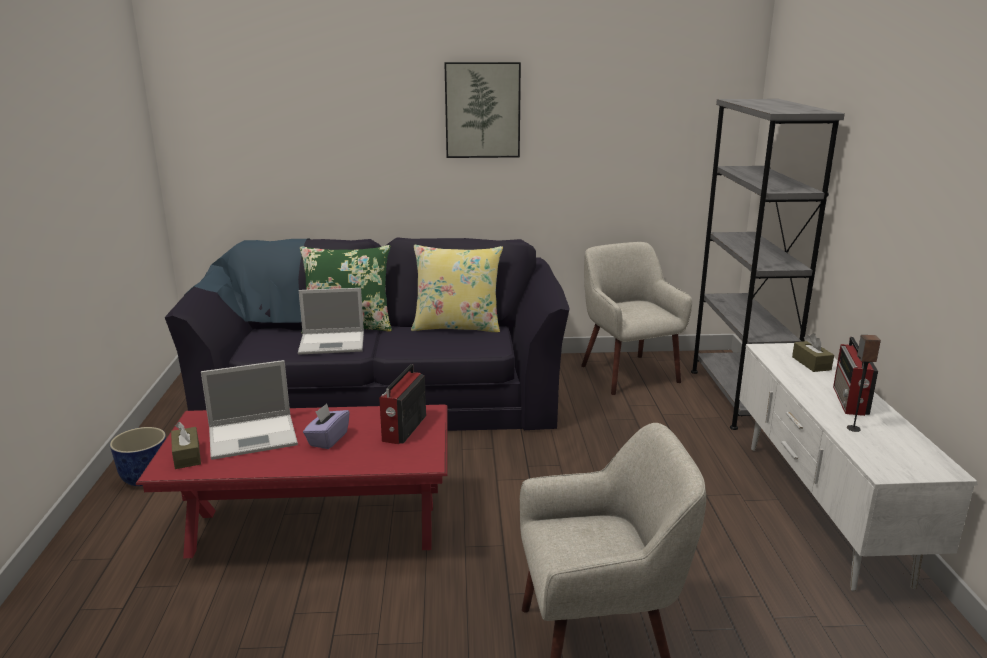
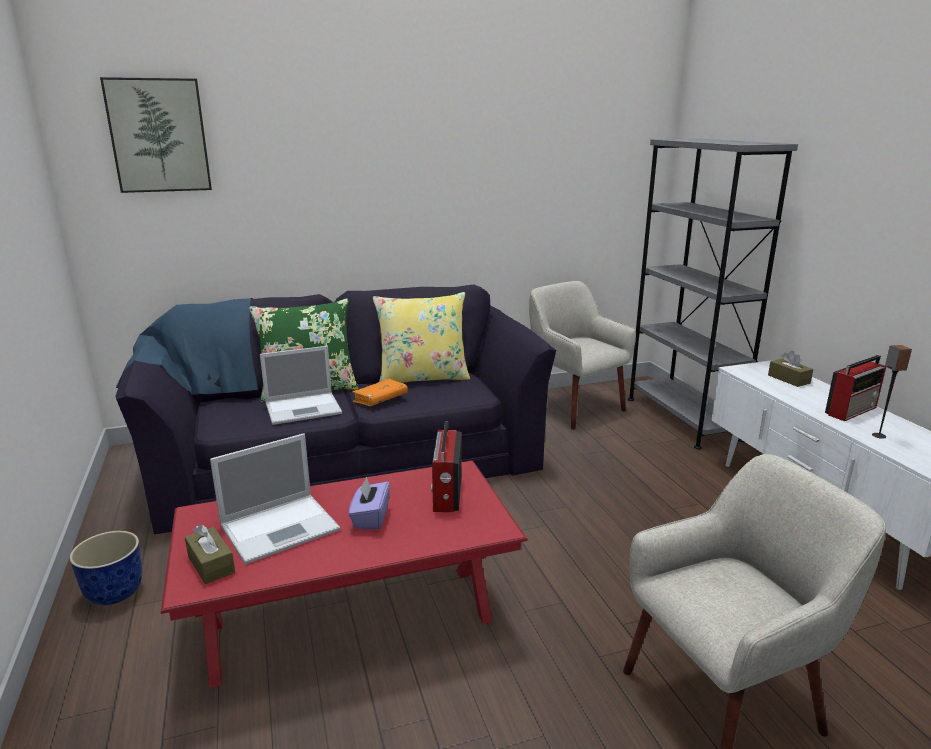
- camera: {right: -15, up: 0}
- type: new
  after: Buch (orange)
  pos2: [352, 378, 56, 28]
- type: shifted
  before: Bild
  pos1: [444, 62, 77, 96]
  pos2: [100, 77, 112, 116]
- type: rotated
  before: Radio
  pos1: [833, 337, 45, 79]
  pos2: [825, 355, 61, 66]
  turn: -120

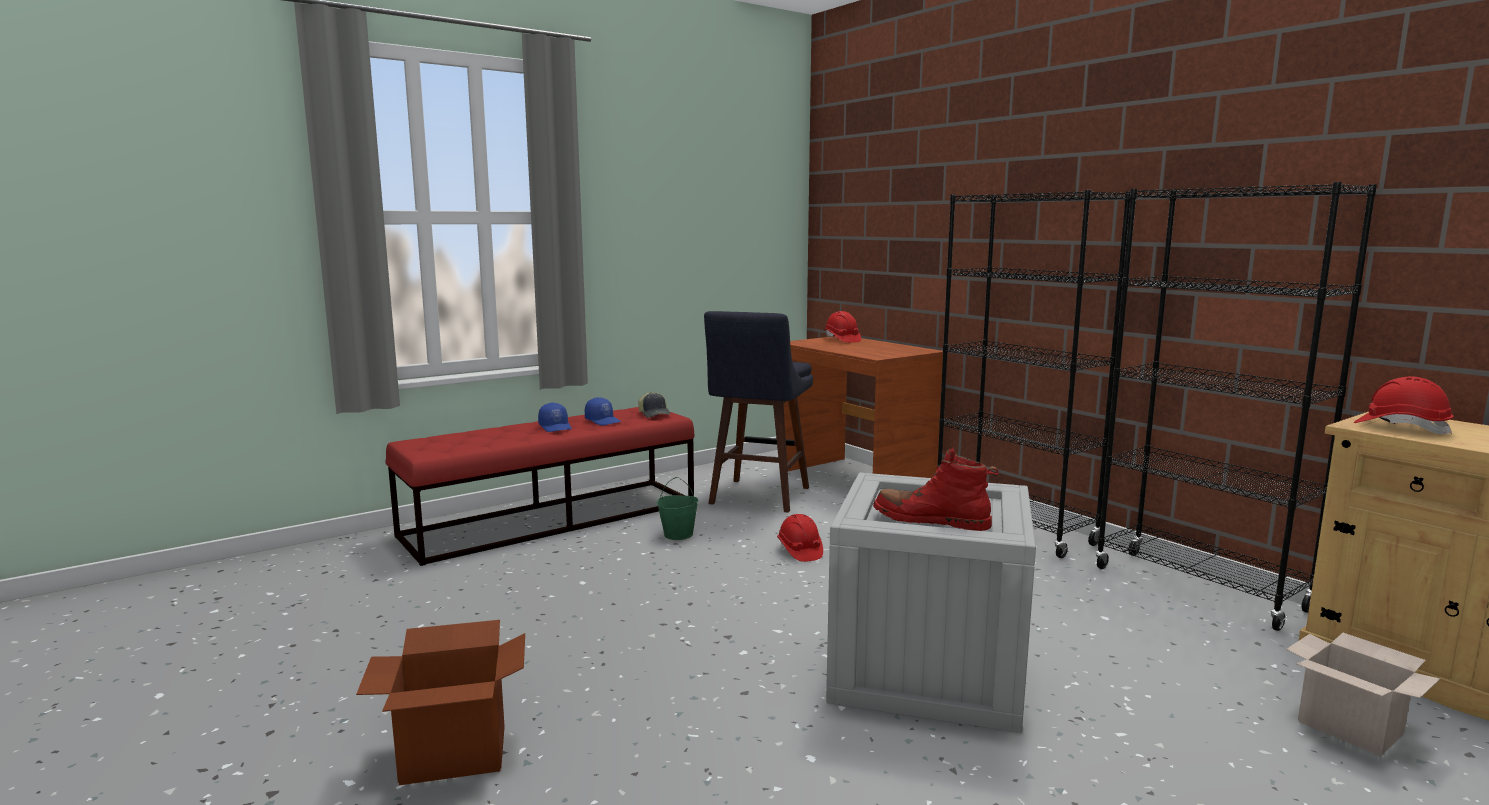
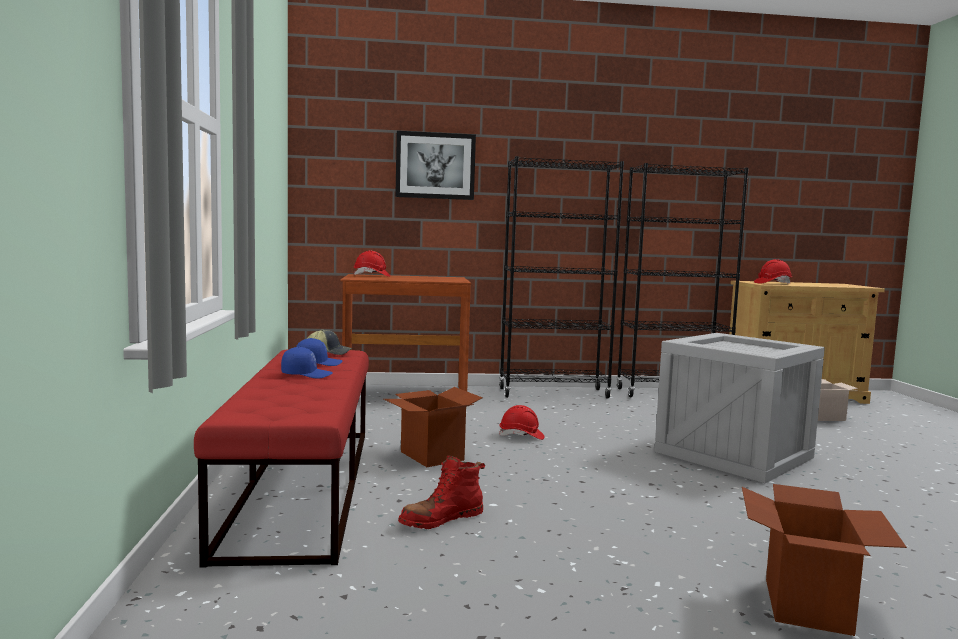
- camera: {right: -60, up: -5}
- type: gone
  before: Hocker (blau)
  pos1: [704, 311, 109, 202]
- type: new
  after: Bild
  pos2: [395, 131, 81, 69]
- type: shifted
  before: Stiefel (rot)
  pos1: [873, 447, 126, 84]
  pos2: [398, 455, 87, 74]
- type: swapped
  before: Eimer (grün)
  after: Karton
  pos1: [657, 477, 42, 63]
  pos2: [384, 387, 99, 80]

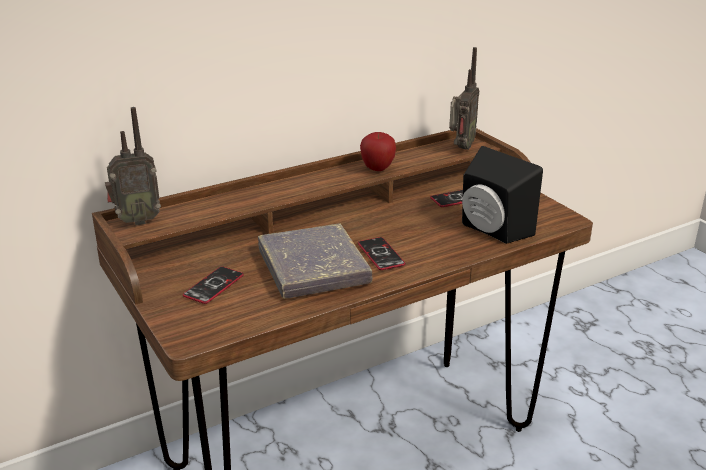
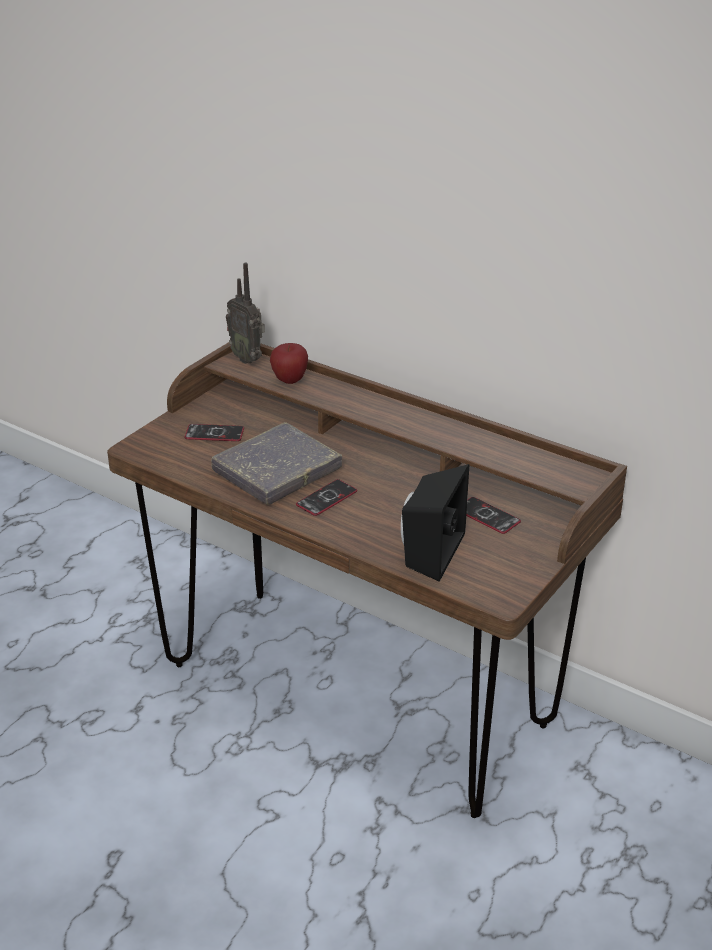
- camera: {right: 65, up: 5}
- type: gone
  before: Radio
  pos1: [449, 47, 30, 103]
- type: shifted
  before: Apfel
  pos1: [360, 132, 36, 39]
  pos2: [270, 343, 38, 41]

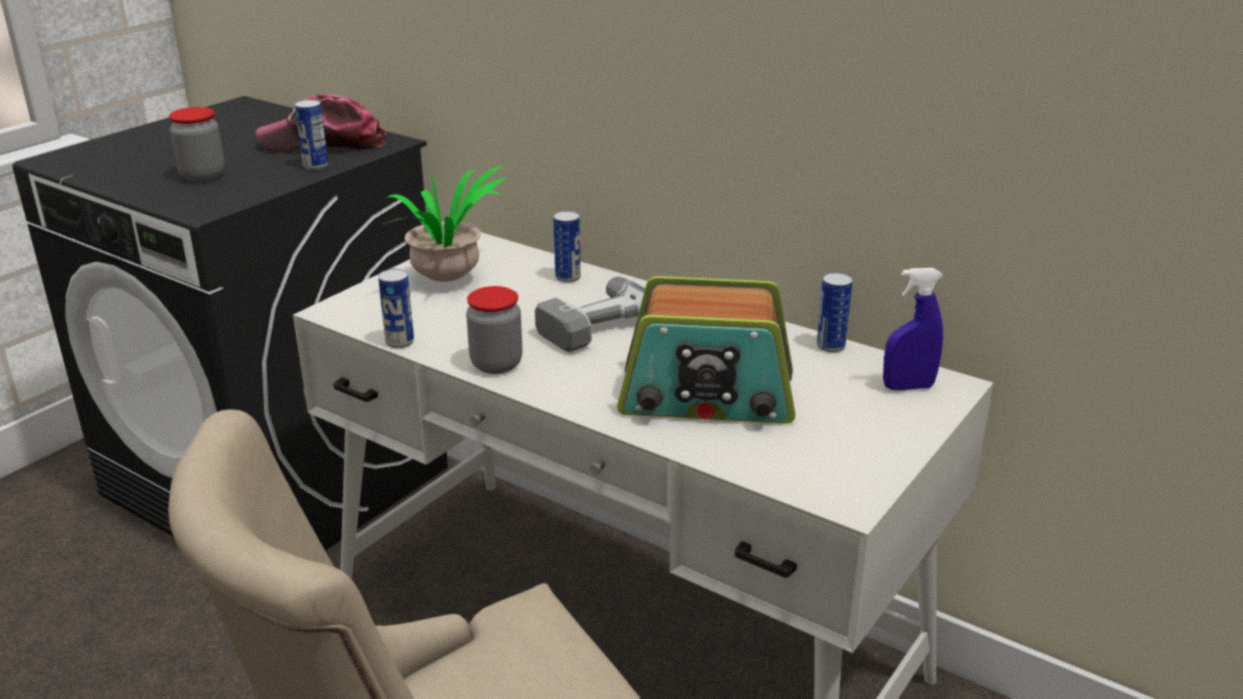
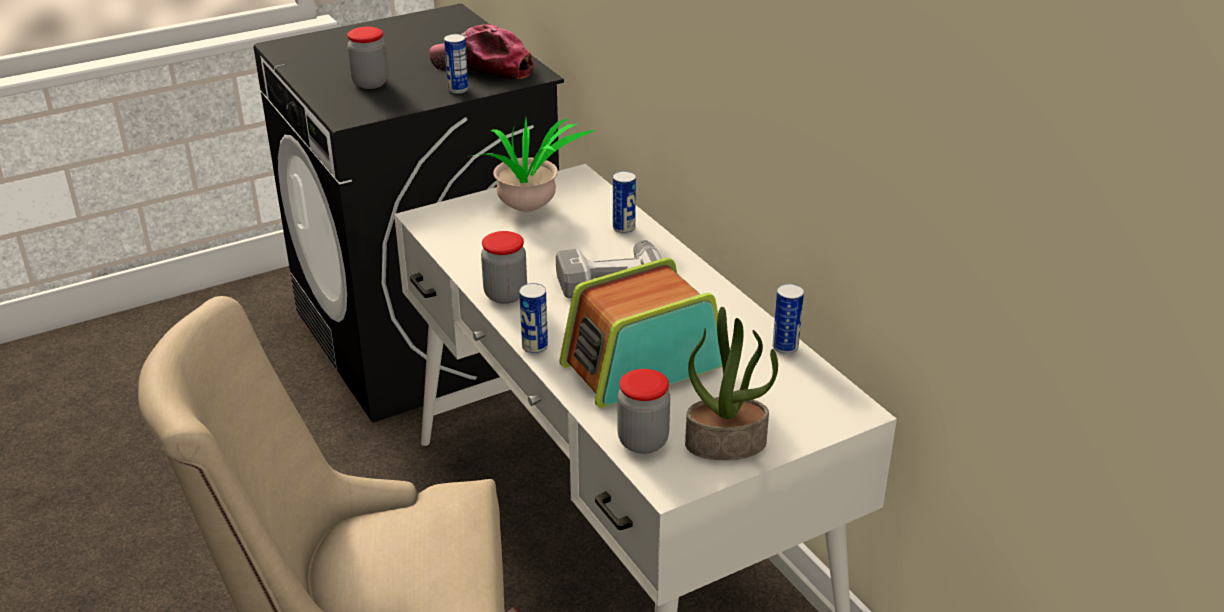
- camera: {right: 25, up: 5}
- type: gone
  before: Sprühflasche (blau)
  pos1: [883, 268, 60, 122]
- type: new
  after: Vorratsglas
  pos2: [618, 369, 52, 85]
- type: new
  after: Topfpflanze
  pos2: [685, 307, 93, 153]
- type: shifted
  before: Dose
  pos1: [378, 269, 36, 79]
  pos2: [519, 283, 29, 71]
- type: rotated
  before: Radio
  pos1: [617, 276, 178, 148]
  pos2: [559, 258, 163, 150]
  turn: 120

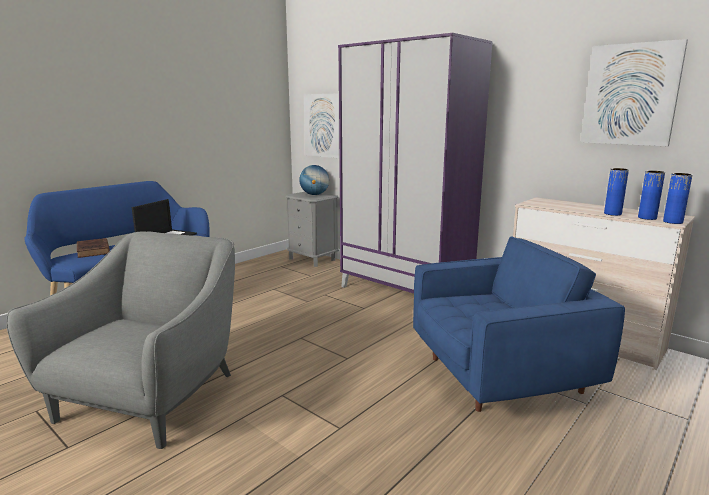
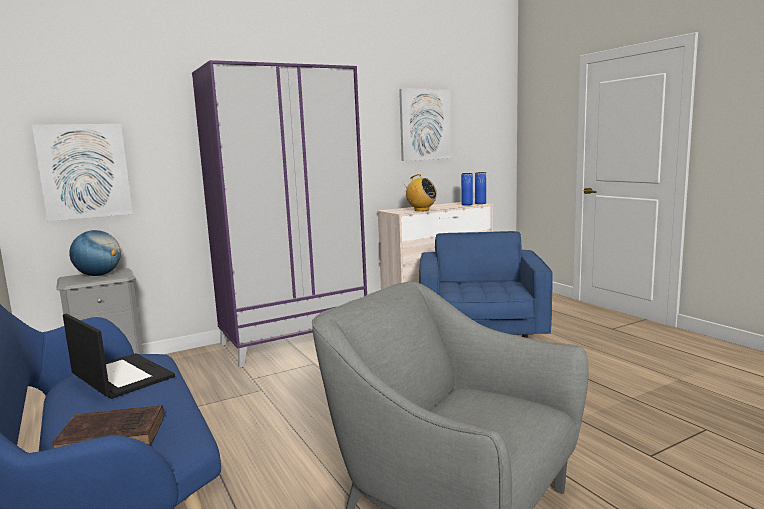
- camera: {right: -70, up: -5}
- type: gone
  before: Vase (blau)
  pos1: [604, 168, 25, 48]
- type: new
  after: Radio
  pos2: [404, 174, 33, 37]

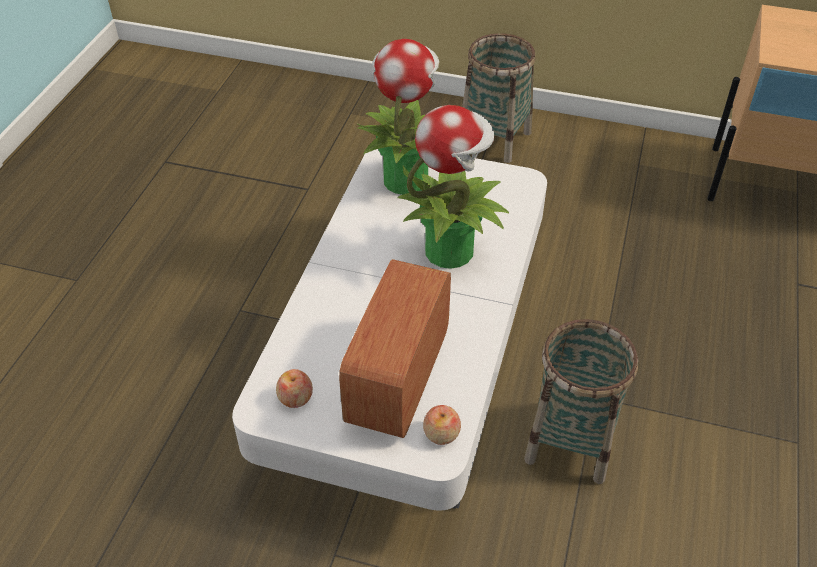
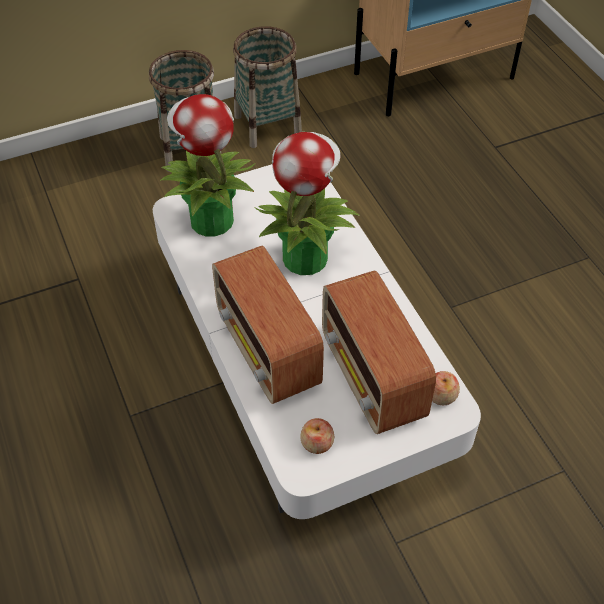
- camera: {right: -40, up: 5}
- type: new
  after: Radio
  pos2: [212, 246, 112, 158]
- type: shifted
  before: Korb
  pos1: [524, 319, 114, 165]
  pos2: [233, 26, 69, 122]

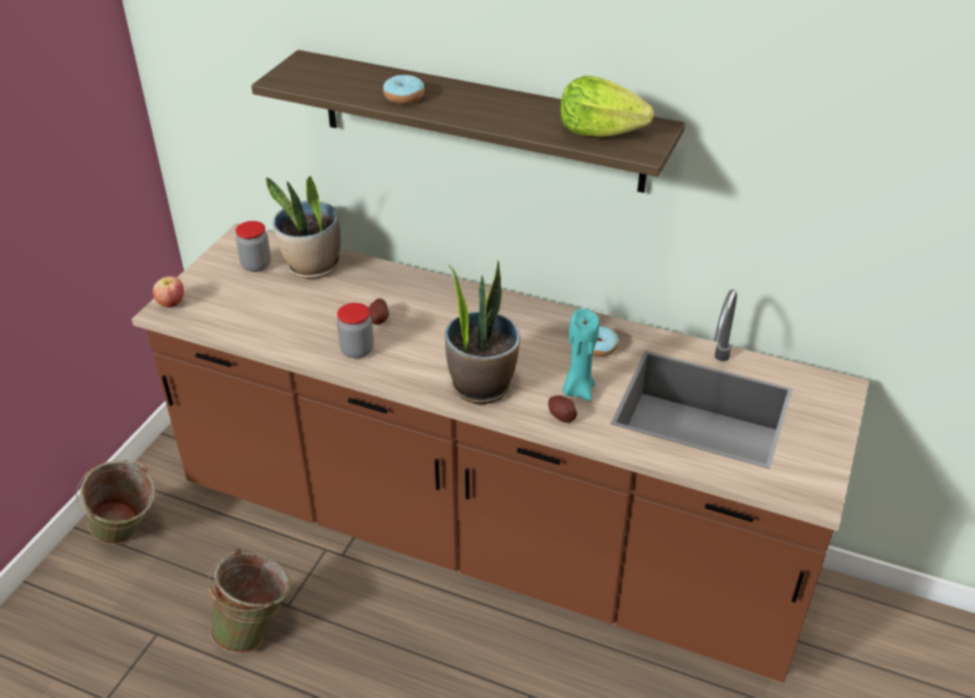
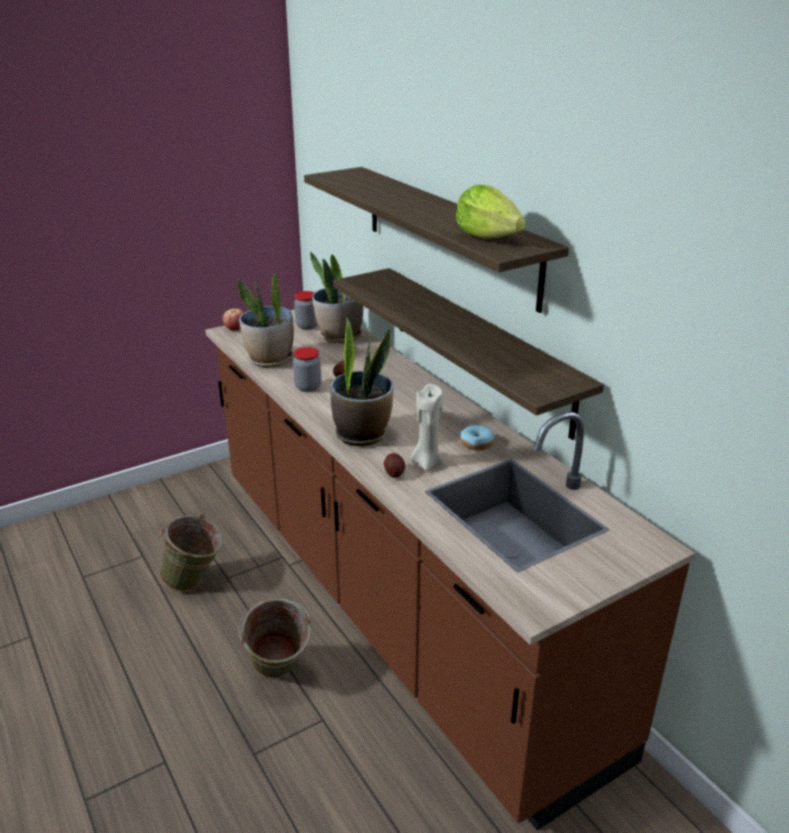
- camera: {right: 35, up: -10}
- type: gone
  before: Donut
  pos1: [383, 75, 42, 29]
- type: new
  after: Topfpflanze
  pos2: [238, 273, 56, 94]
- type: new
  after: Wandregal
  pos2: [333, 268, 271, 172]
- type: shifted
  before: Eimer (grün)
  pos1: [76, 460, 79, 84]
  pos2: [238, 598, 73, 80]
- type: repainted
  before: Kerze (türkis)
  after: Kerze (beige)
  pos1: [562, 309, 37, 92]
  pos2: [410, 384, 33, 87]

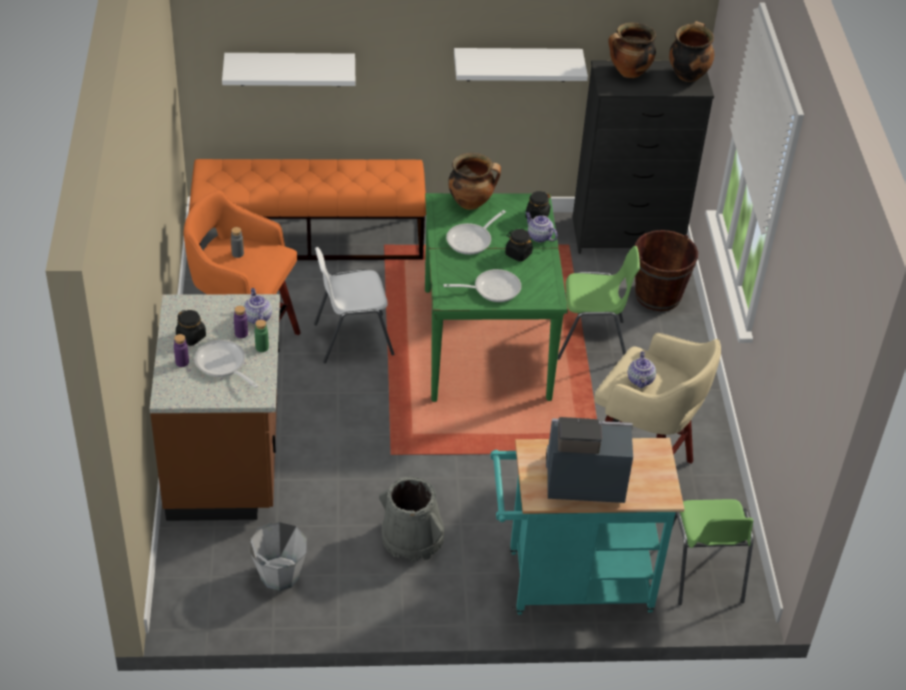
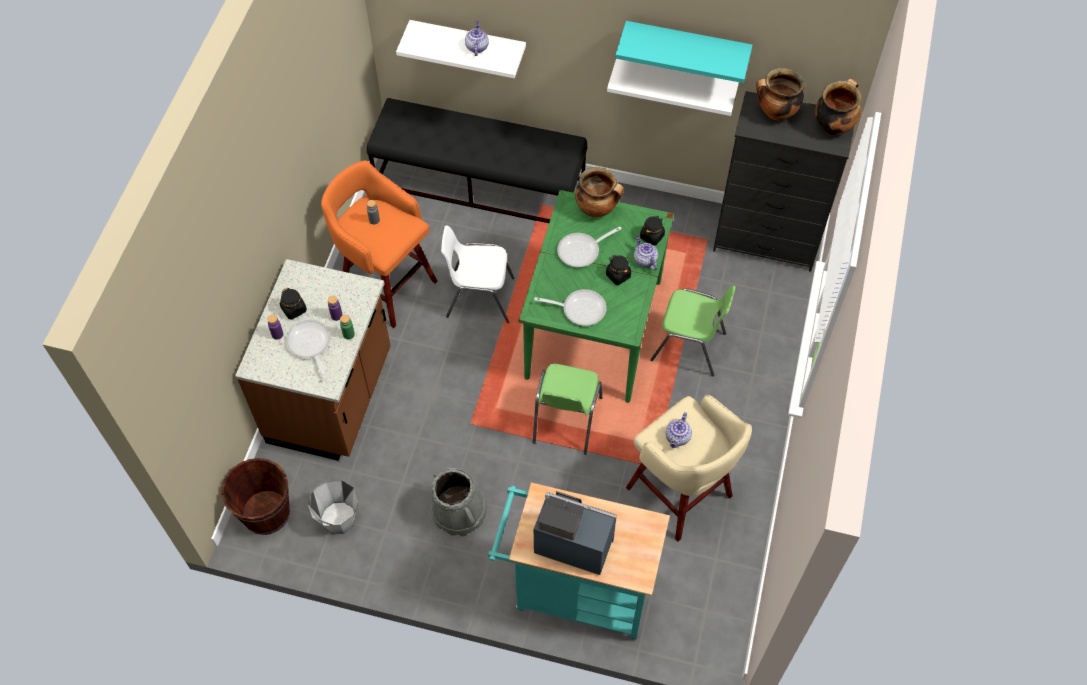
- camera: {right: 20, up: 15}
- type: new
  after: Wandregal (türkis)
  pos2: [615, 21, 137, 62]
- type: shifted
  before: Teekanne
  pos1: [244, 288, 28, 36]
  pos2: [465, 21, 24, 35]
- type: shifted
  before: Eimer (braun)
  pos1: [635, 230, 63, 81]
  pos2: [221, 458, 69, 77]
- type: shifted
  before: Stuhl (grün)
  pos1: [672, 499, 82, 106]
  pos2: [533, 363, 69, 92]
- type: repainted
  before: Bank (orange)
  after: Bank (schwarz)
  pos1: [189, 159, 237, 101]
  pos2: [367, 98, 220, 125]

